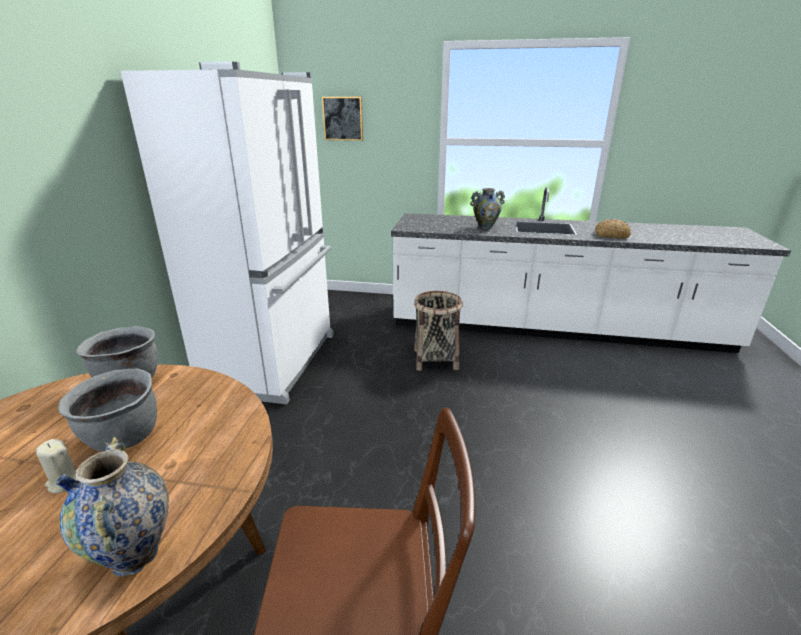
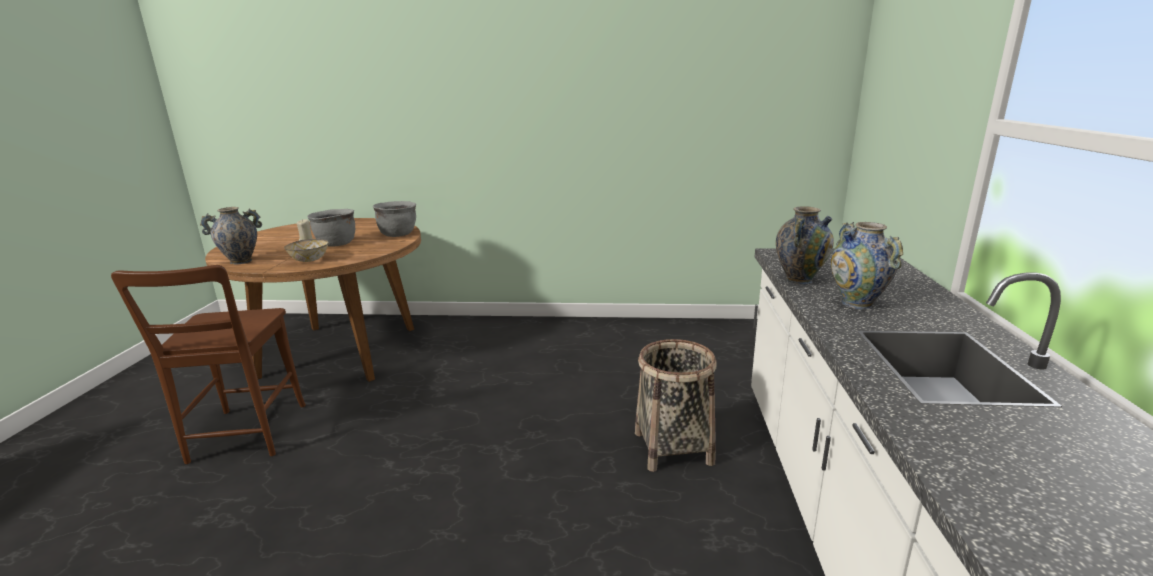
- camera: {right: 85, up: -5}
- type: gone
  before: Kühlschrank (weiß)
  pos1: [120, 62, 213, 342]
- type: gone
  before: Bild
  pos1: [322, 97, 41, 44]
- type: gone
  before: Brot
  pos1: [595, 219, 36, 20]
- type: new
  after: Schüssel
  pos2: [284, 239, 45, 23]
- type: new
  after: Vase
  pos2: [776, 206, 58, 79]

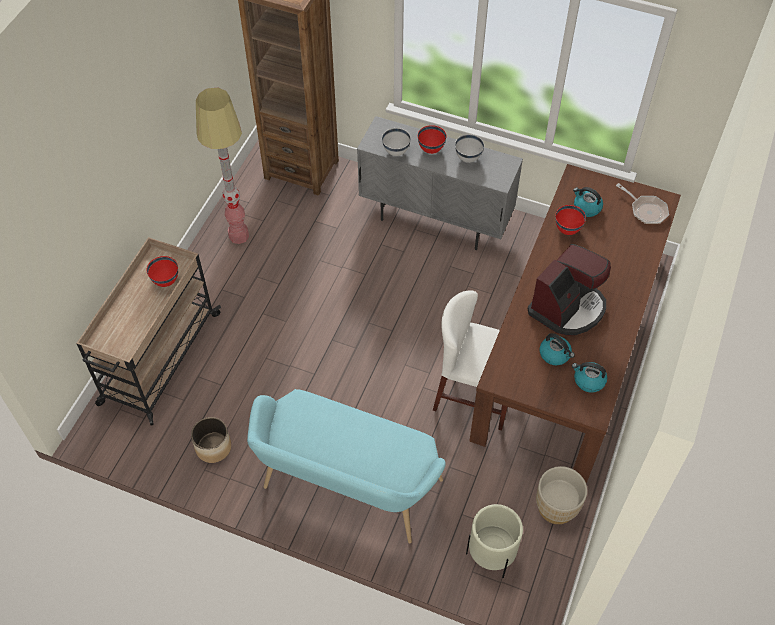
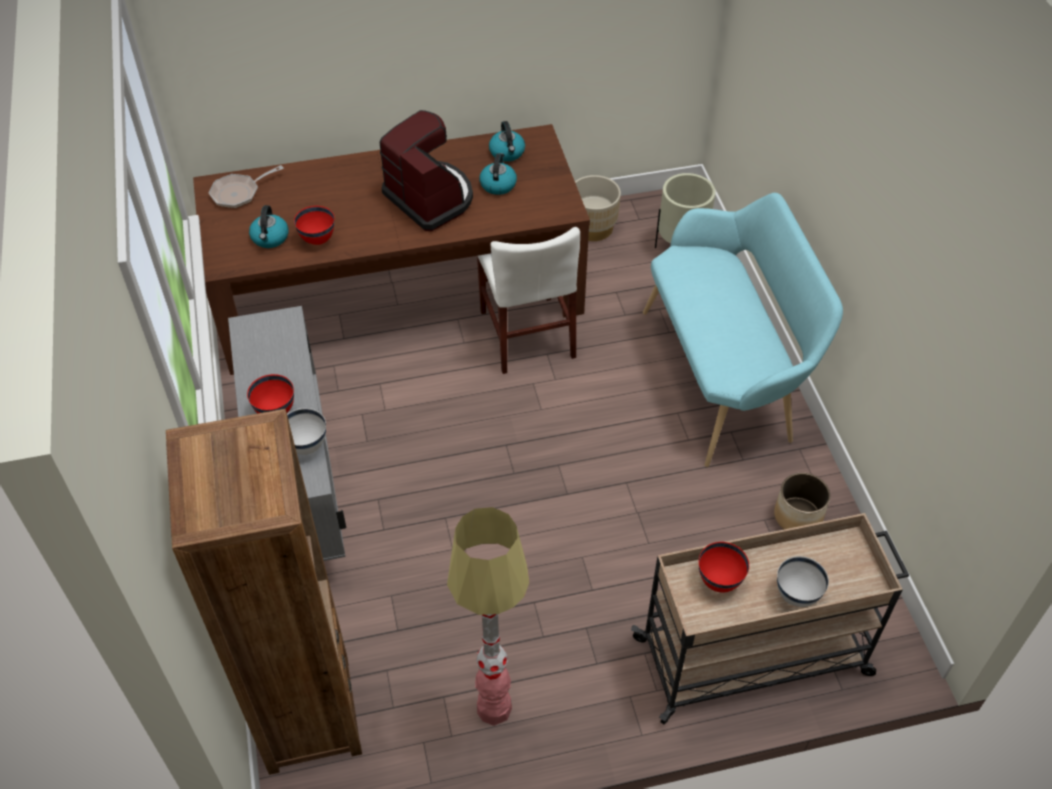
- camera: {right: -125, up: -5}
- type: shifted
  before: Schüssel (weiß)
  pos1: [455, 134, 29, 29]
  pos2: [777, 556, 52, 51]
- type: rotated
  before: Kaffeemaschine
  pos1: [528, 244, 83, 92]
  pos2: [380, 110, 93, 121]
  turn: 45
- type: rotated
  before: Pfanne
  pos1: [616, 183, 53, 41]
  pos2: [208, 165, 76, 43]
  turn: -135

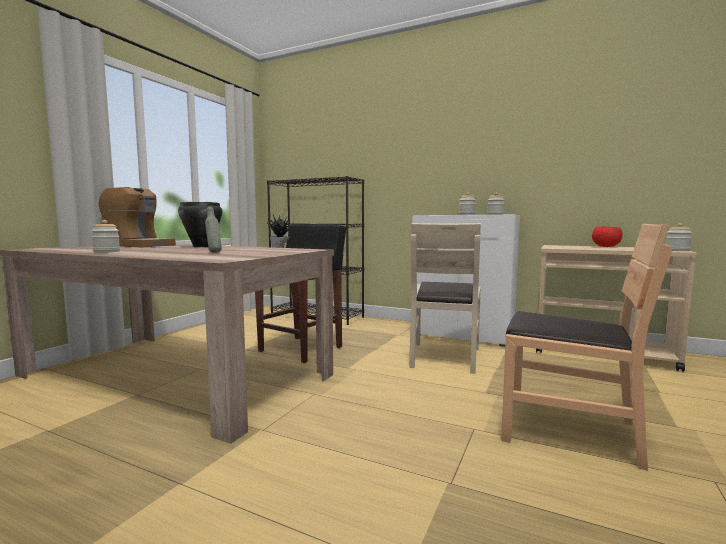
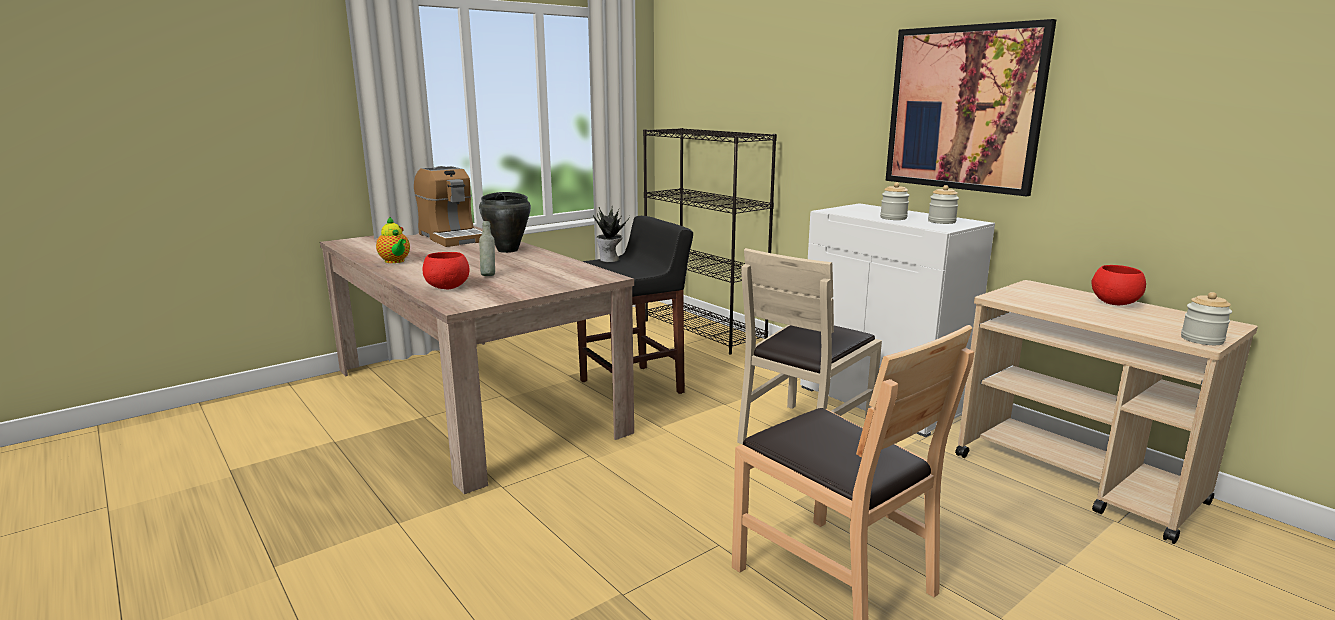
- camera: {right: 25, up: 10}
- type: new
  after: Schüssel (rot)
  pos2: [423, 252, 47, 37]
- type: new
  after: Bild
  pos2: [885, 19, 171, 177]
- type: swapped
  before: Vorratsglas
  after: Teekanne
  pos1: [91, 220, 29, 33]
  pos2: [376, 217, 34, 46]

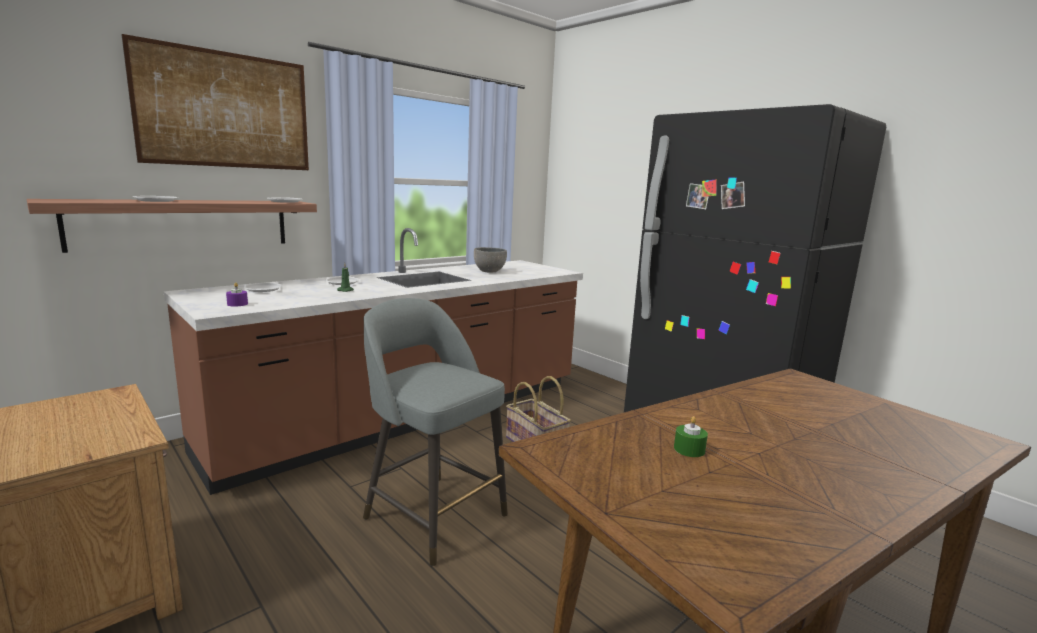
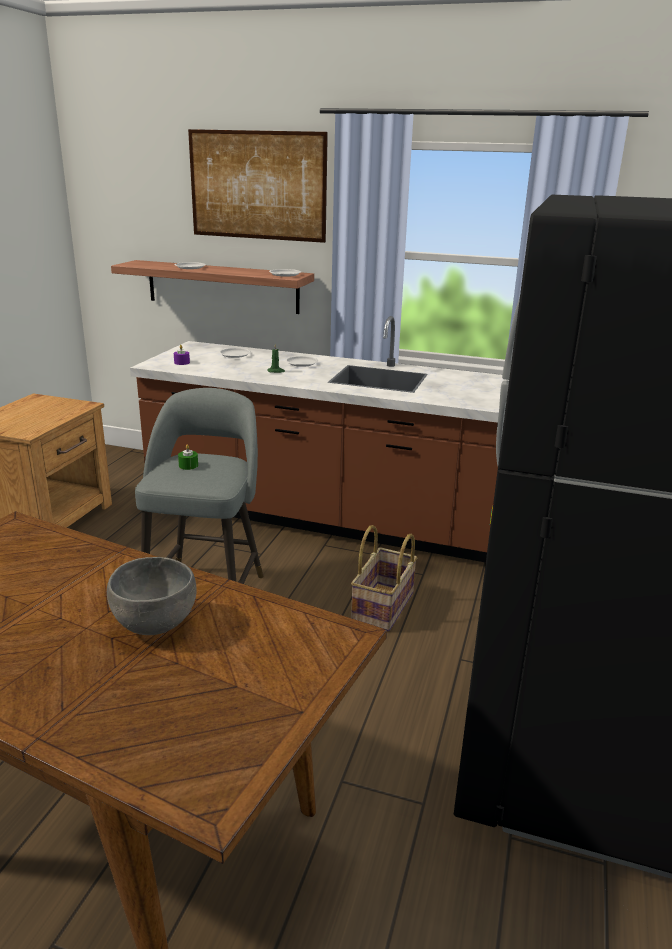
- camera: {right: 60, up: 10}
- type: shifted
  before: Schüssel (grau)
  pos1: [474, 247, 33, 26]
  pos2: [107, 557, 90, 78]
- type: shifted
  before: Kerze (grün)
  pos1: [674, 416, 34, 41]
  pos2: [178, 445, 20, 25]

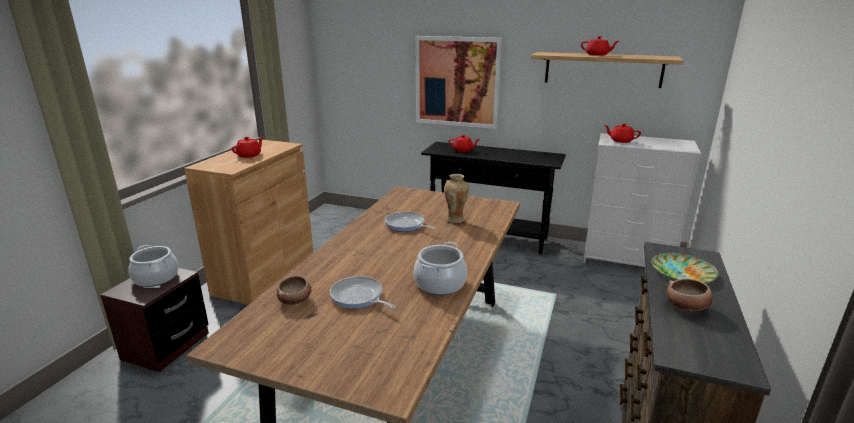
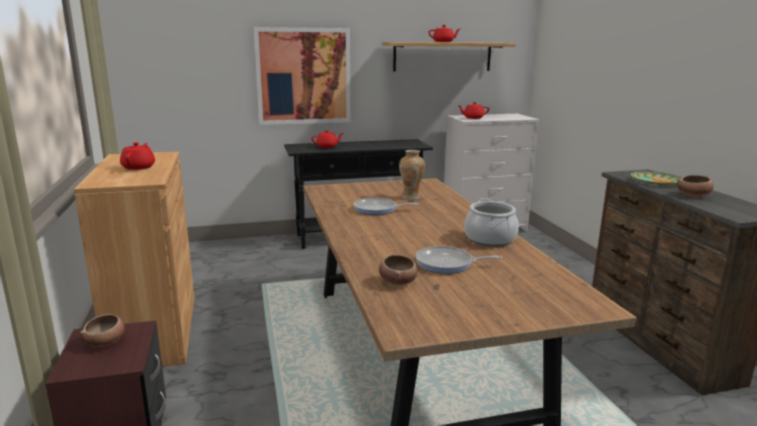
- camera: {right: -35, up: -5}
- type: swapped
  before: Kochtopf
  after: Schüssel
  pos1: [128, 245, 50, 42]
  pos2: [80, 314, 45, 33]

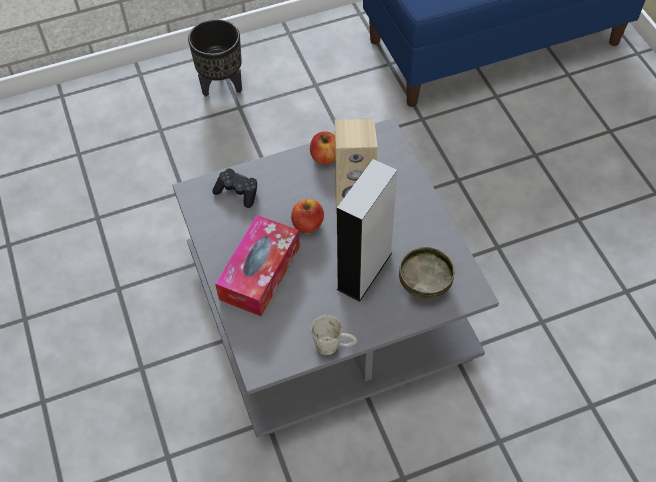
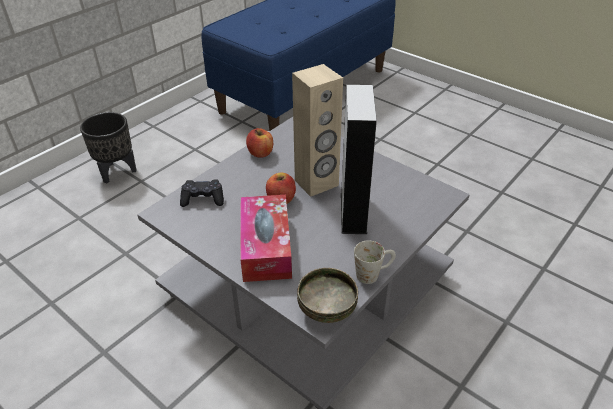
- camera: {right: -30, up: -15}
- type: shifted
  before: Schüssel
  pos1: [399, 247, 55, 52]
  pos2: [297, 268, 61, 55]

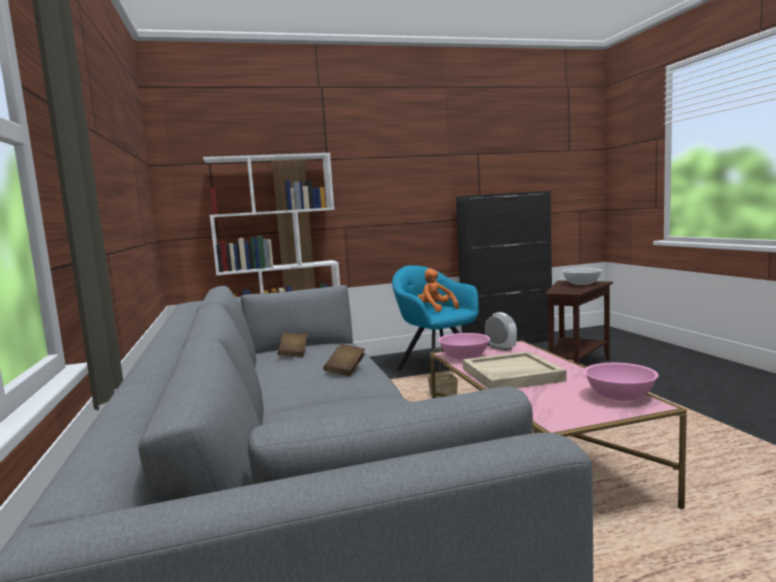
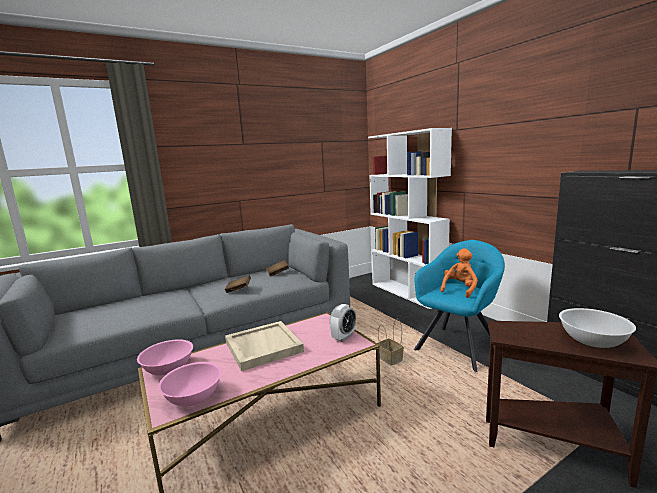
- camera: {right: 75, up: 5}
- type: shifted
  before: Schüssel (rosa)
  pos1: [438, 333, 52, 27]
  pos2: [137, 339, 56, 36]

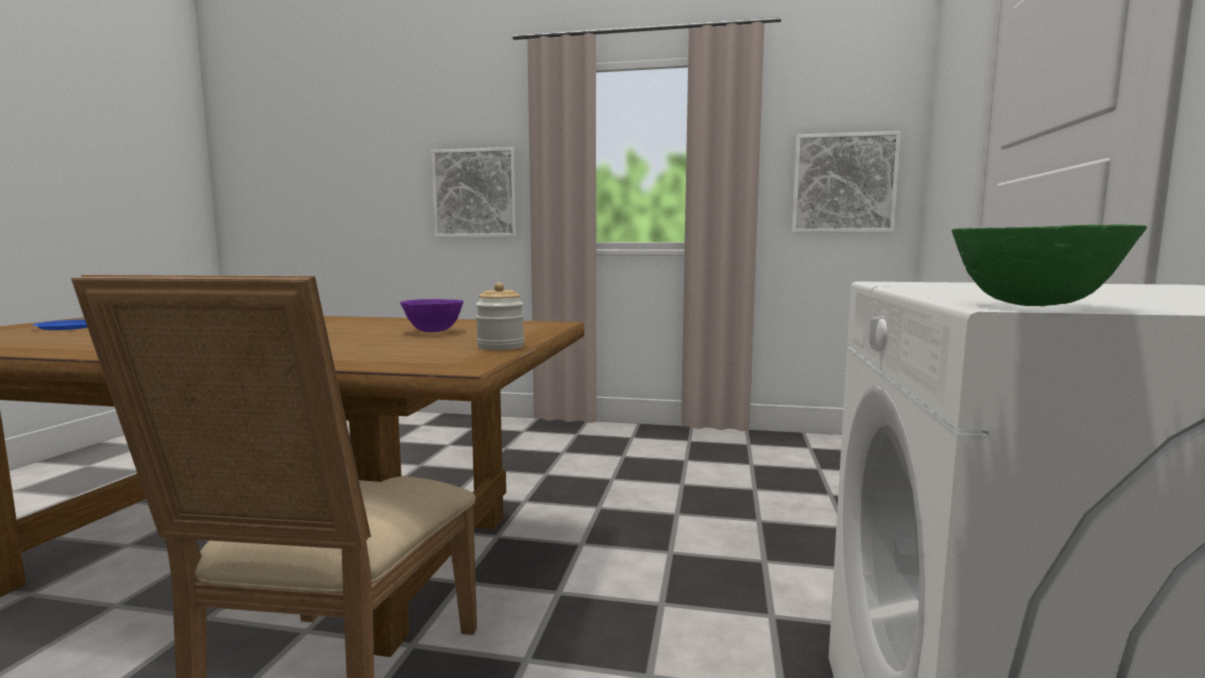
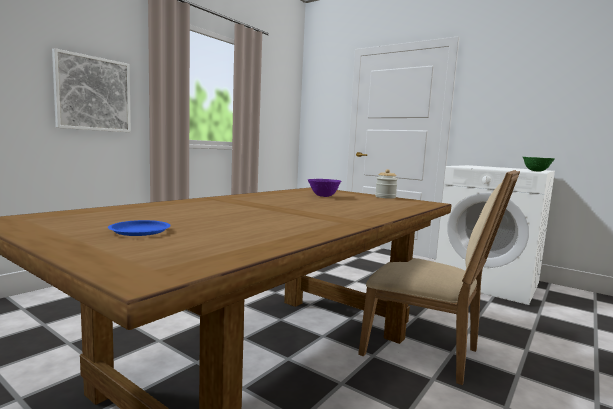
- camera: {right: -65, up: 0}
- type: gone
  before: Bild
  pos1: [792, 131, 109, 102]

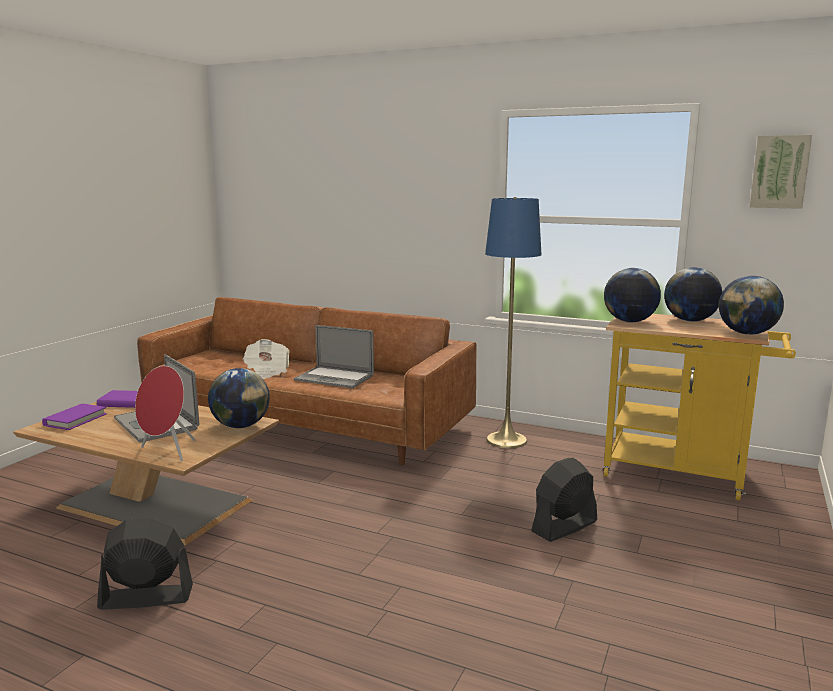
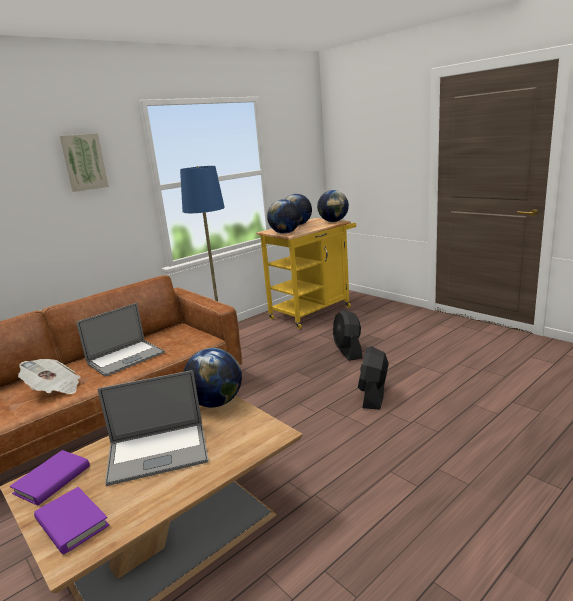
- camera: {right: -65, up: 5}
- type: gone
  before: Lautsprecher (rot)
  pos1: [135, 366, 61, 95]
- type: shifted
  before: Ventilator (schwarz)
  pos1: [97, 517, 96, 93]
  pos2: [358, 346, 31, 64]
- type: shifted
  before: Bild
  pos1: [750, 135, 62, 74]
  pos2: [60, 133, 49, 59]

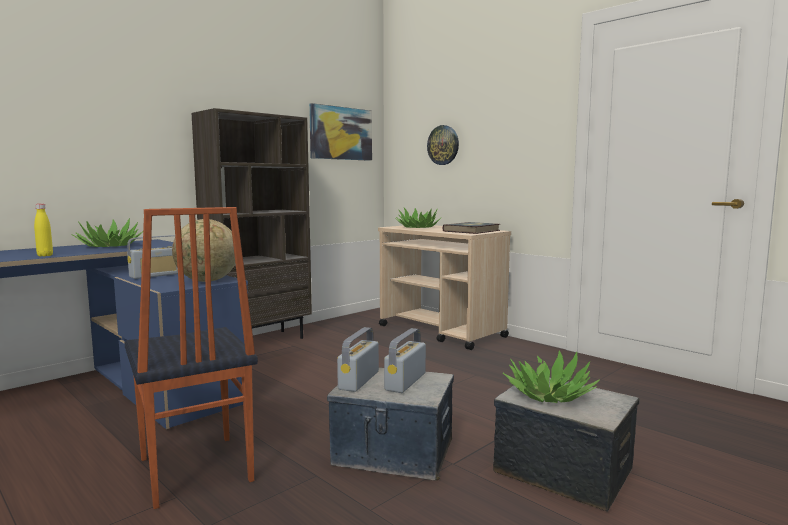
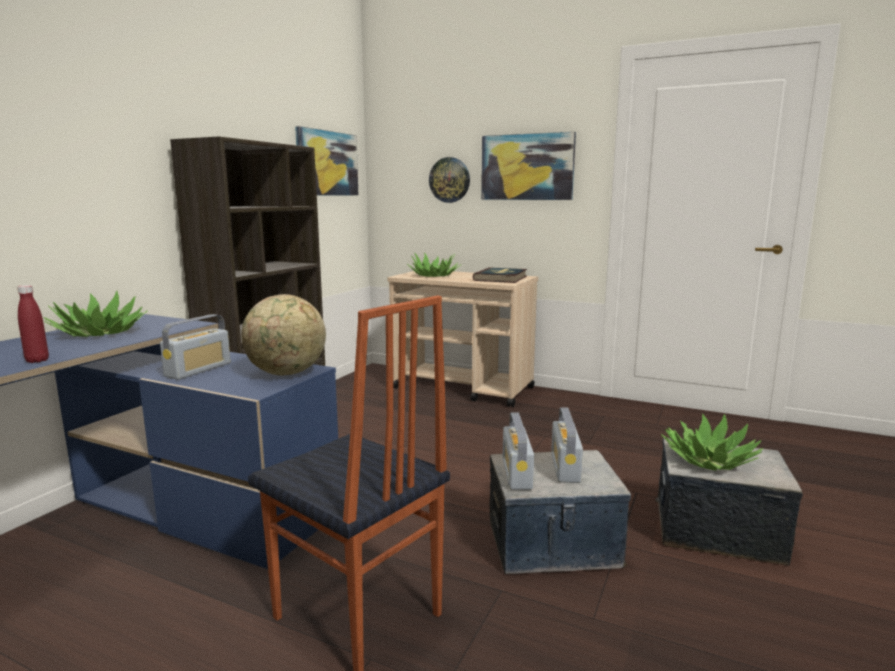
- camera: {right: -20, up: 5}
- type: new
  after: Bild
  pos2: [481, 132, 95, 68]
- type: repainted
  before: Flasche (gelb)
  after: Flasche (rot)
  pos1: [34, 204, 19, 52]
  pos2: [17, 285, 32, 78]

